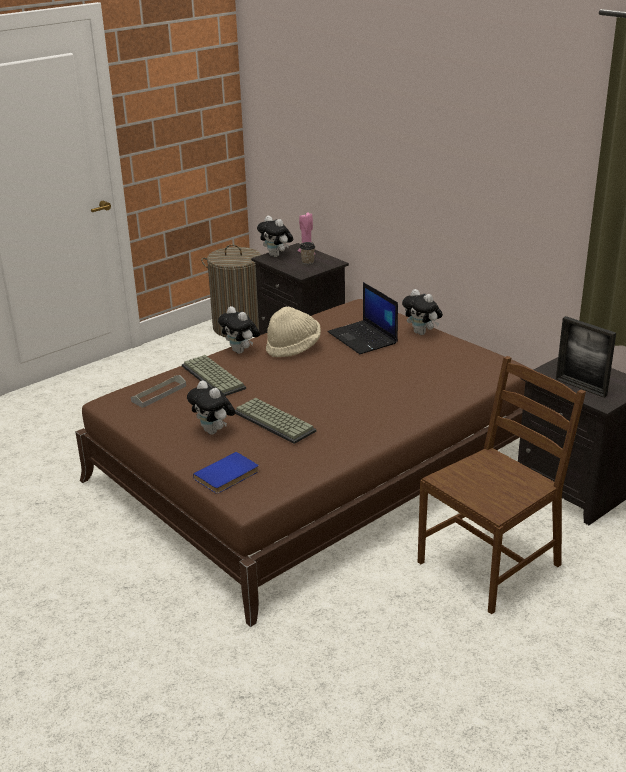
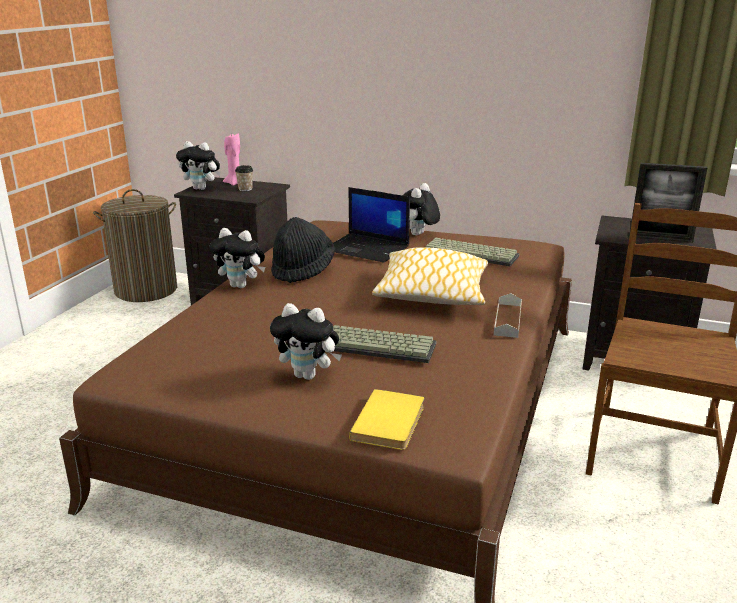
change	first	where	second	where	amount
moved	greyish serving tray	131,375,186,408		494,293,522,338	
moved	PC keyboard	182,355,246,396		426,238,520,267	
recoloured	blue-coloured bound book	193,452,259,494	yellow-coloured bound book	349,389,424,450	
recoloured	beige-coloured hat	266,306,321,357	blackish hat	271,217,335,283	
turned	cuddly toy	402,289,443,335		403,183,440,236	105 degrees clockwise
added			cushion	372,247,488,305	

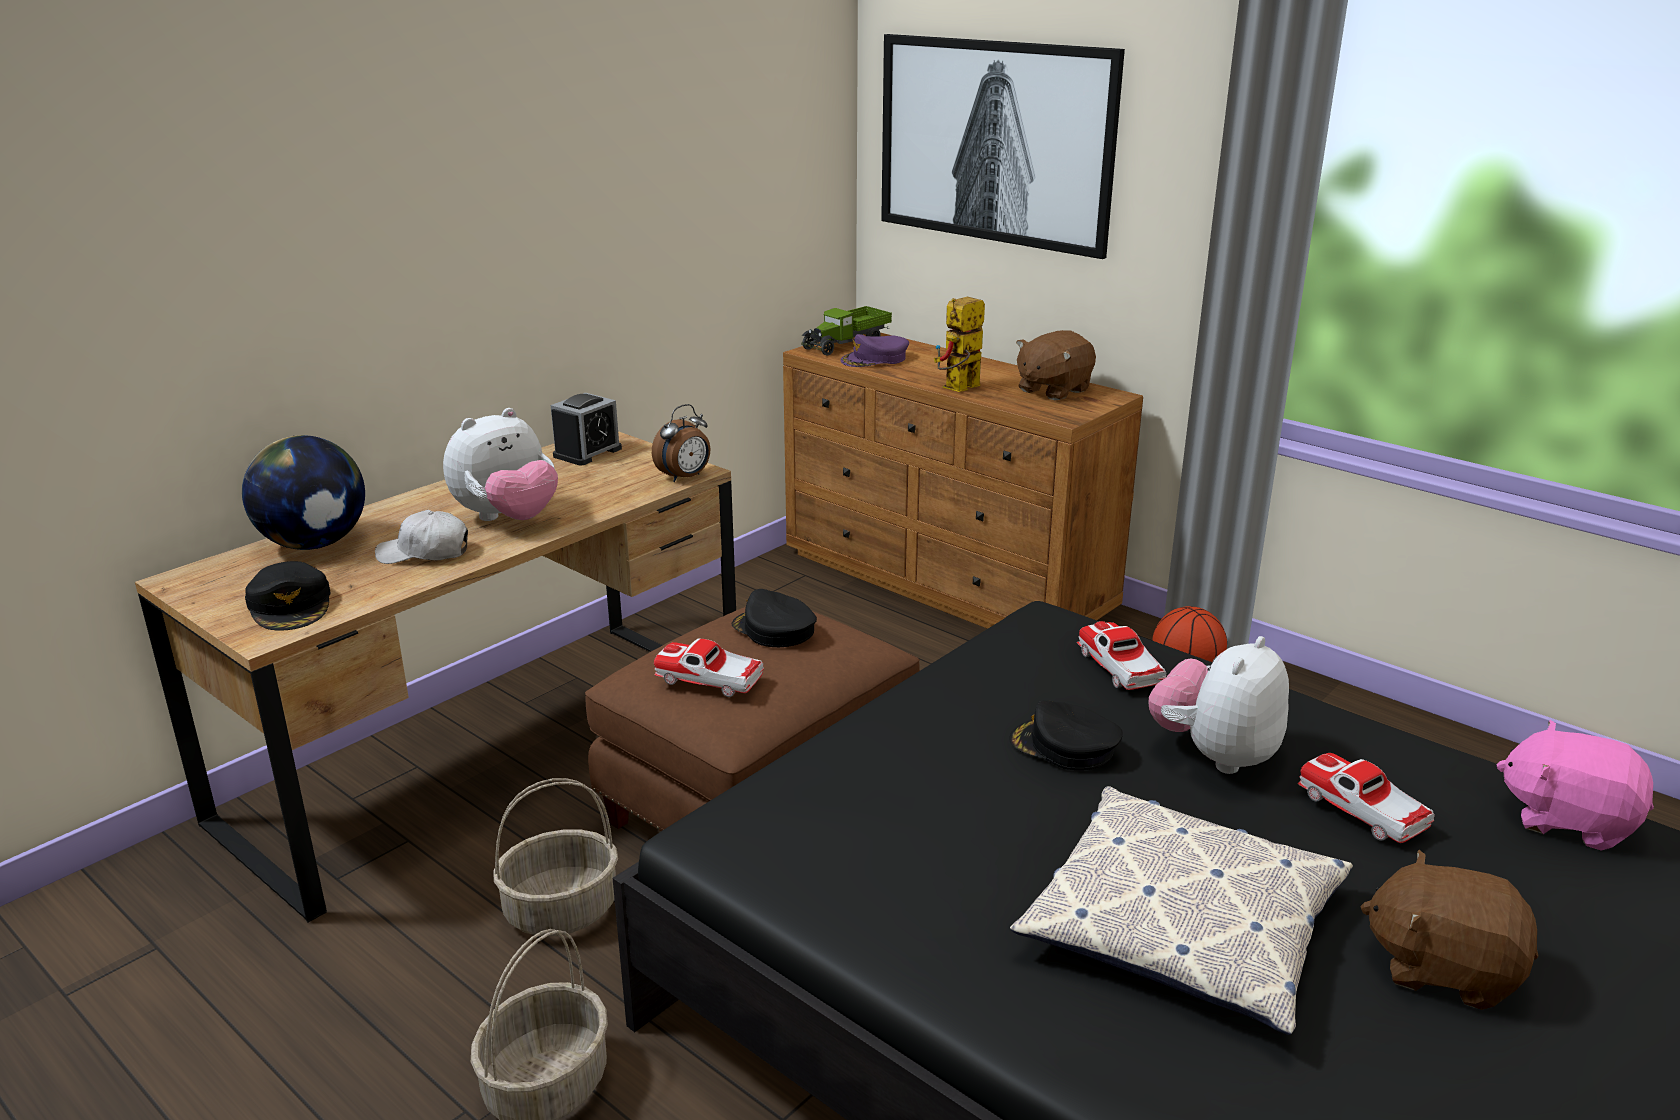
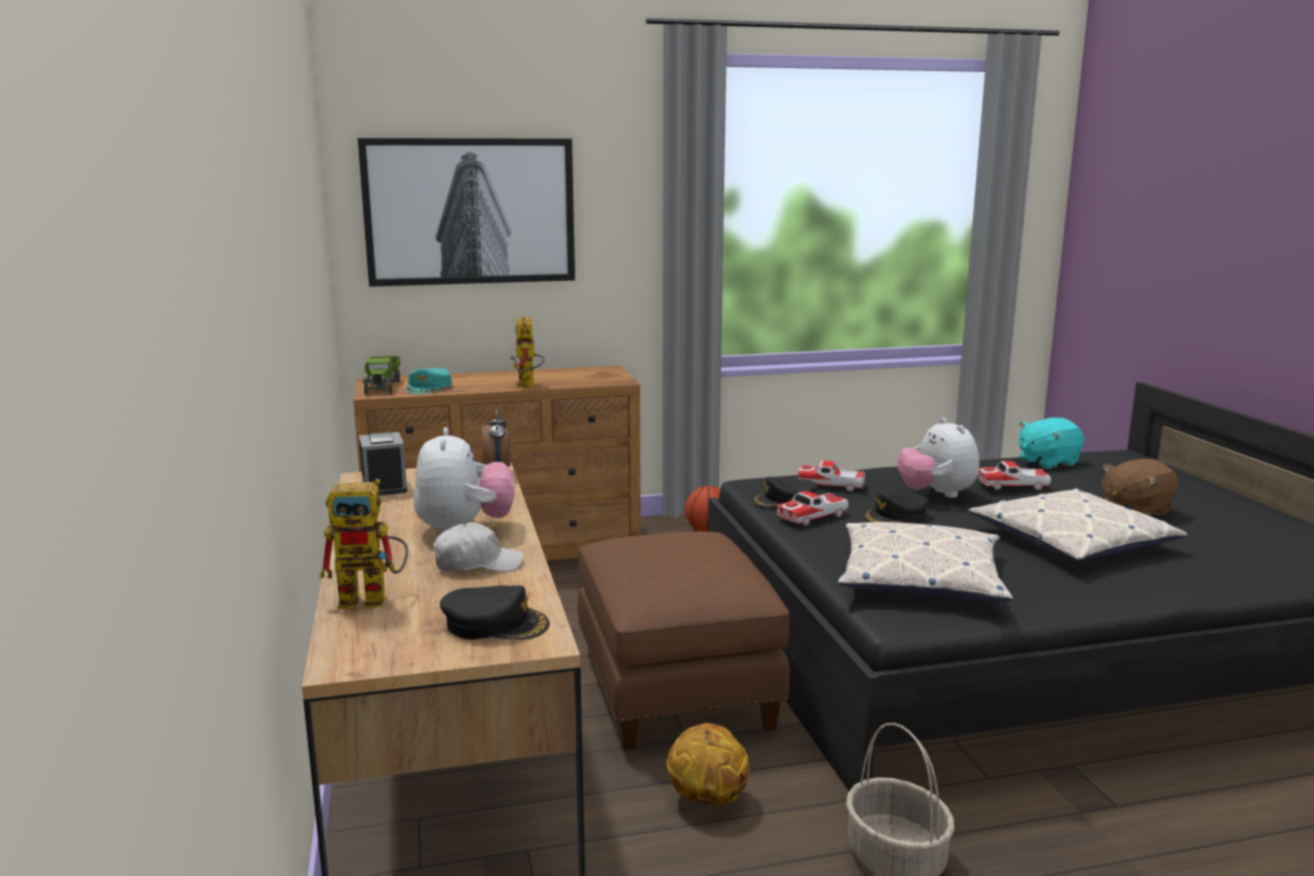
change	first	where	second	where	amount
replaced	world globe	242,435,365,550	toy robot	320,479,409,609	
turned	white baseball cap	375,510,468,564		433,522,524,572	135 degrees counterclockwise
replaced	basket	493,778,618,936	basketball ball	667,723,750,805	
moved	toy car	654,639,764,697		777,491,849,526	
moved	blackish baseball cap	732,589,817,647		752,477,818,507	
recoloured	purple baseball cap	840,334,909,367	blue-green baseball cap	406,368,452,394	
removed	brownish cuddly toy	1016,330,1096,400			
recoloured	pink cuddly toy	1496,720,1654,851	blue-green cuddly toy	1018,418,1084,469	
added			cushion	838,522,1013,601	

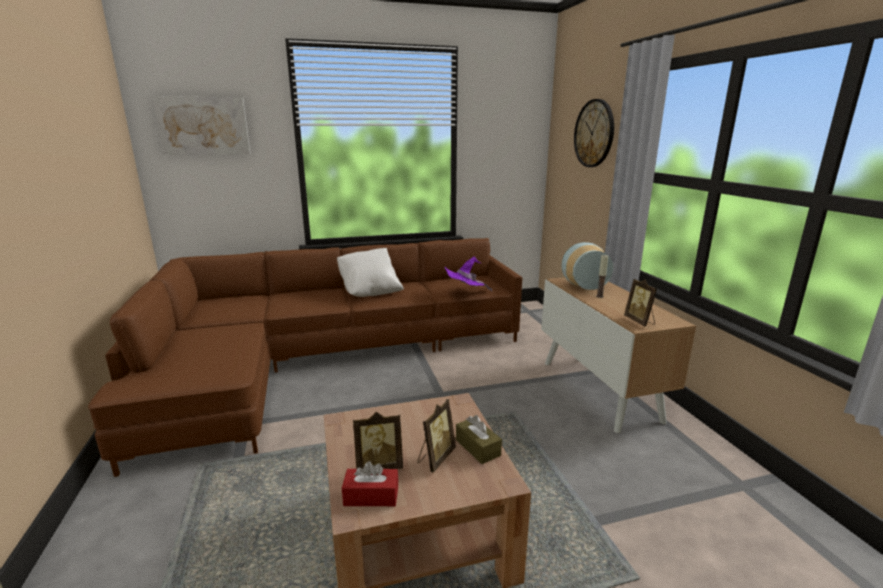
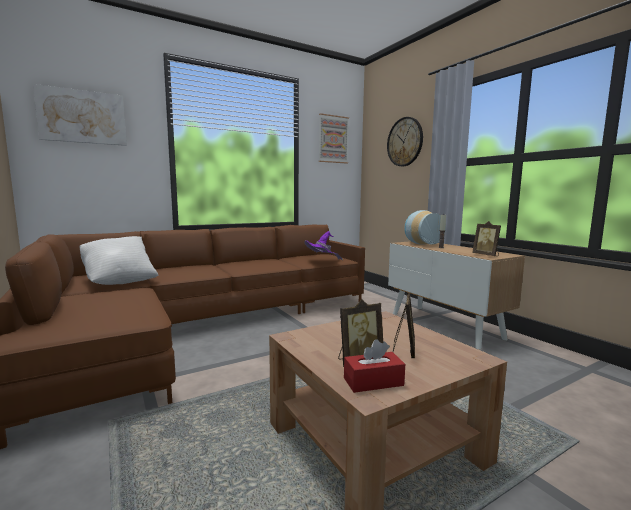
change	first	where	second	where	amount
moved	white cushion	337,248,404,297		79,236,158,285	
removed	brownish box of tissues	456,415,502,464			
added			wall picture	319,113,349,164	

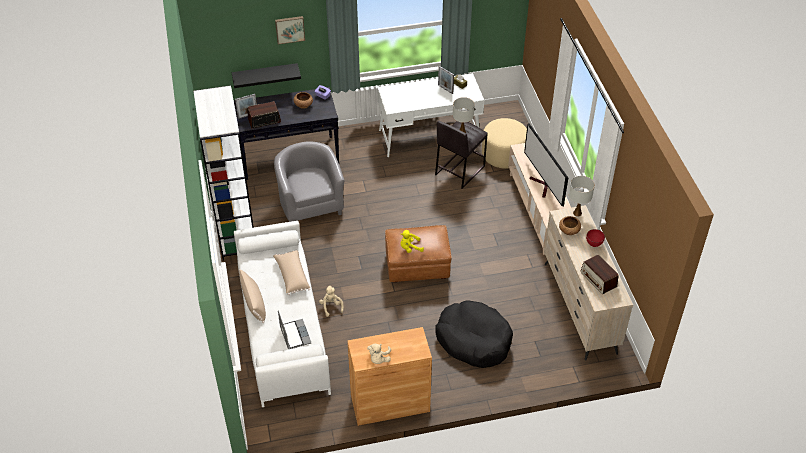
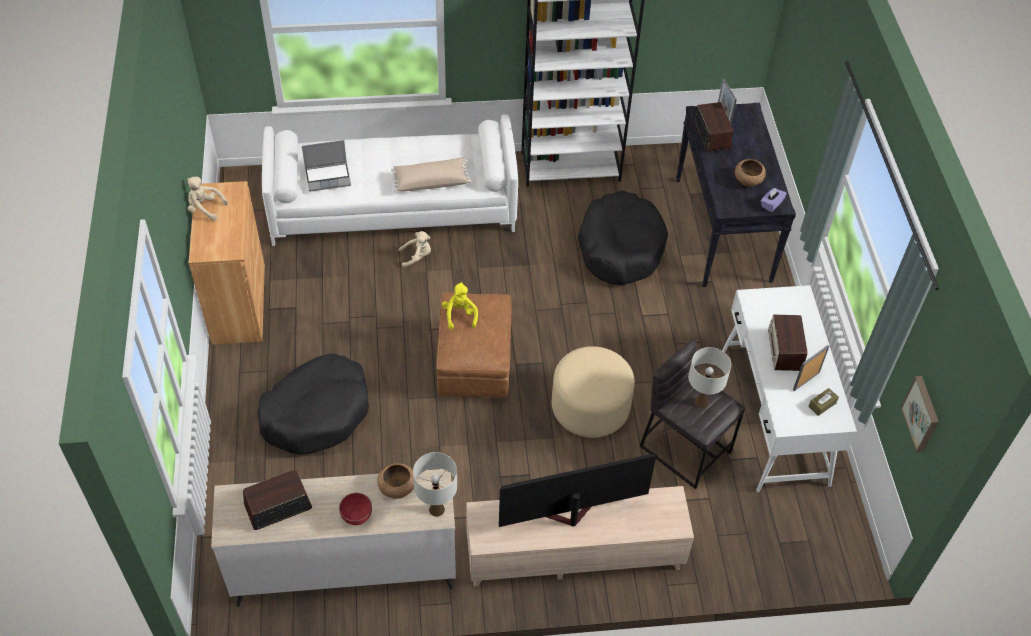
change	first	where	second	where	amount
removed	blackish wall shelf	232,63,301,88			
removed	beige-coloured cushion	239,269,266,323			
replaced	greyish easy chair	274,141,344,222	blackish dog bed	578,191,668,285	
moved	wall picture	275,16,305,44		901,376,939,452	
moved	beige-coloured footrest	482,118,527,168		552,346,635,438	
added			radio set	768,315,807,371	

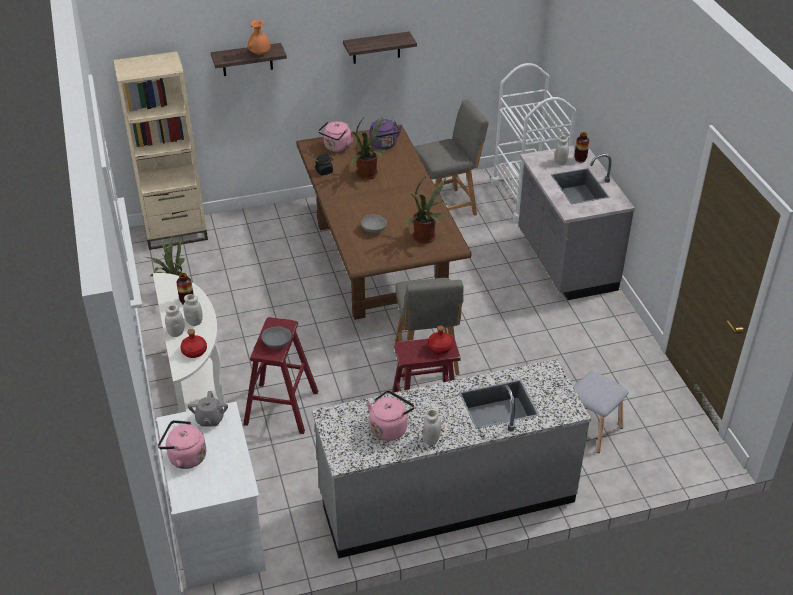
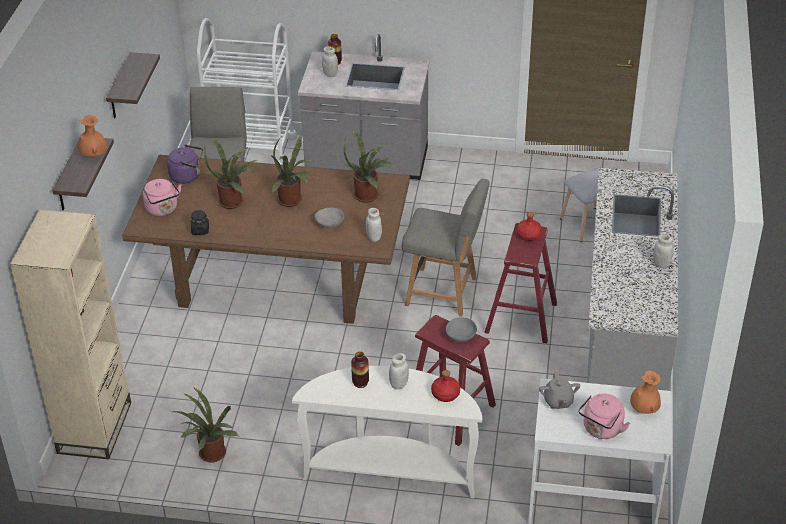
change	first	where	second	where	amount
moved	white preserve jar	165,304,185,337		366,208,382,242	
turned	greyish pot for tea	188,391,228,427		539,372,580,409	60 degrees clockwise
removed	pink water kettle	367,390,415,441			
added			plant in a pot	270,134,313,207	
added			orangey vase	630,371,661,414	

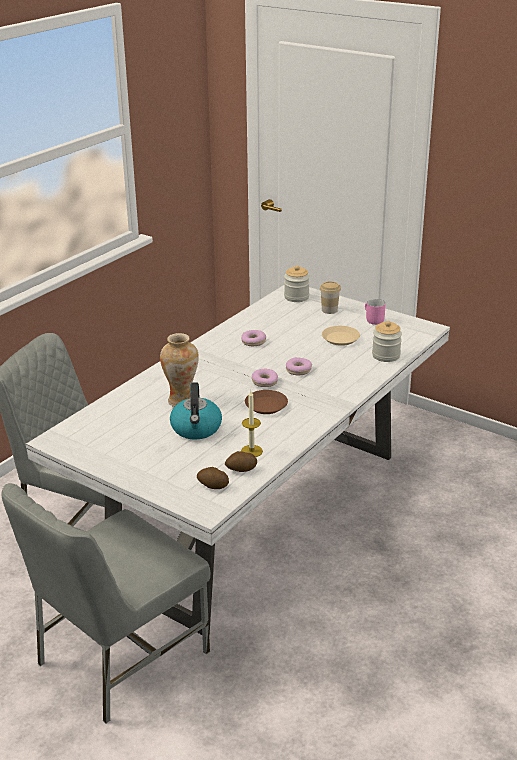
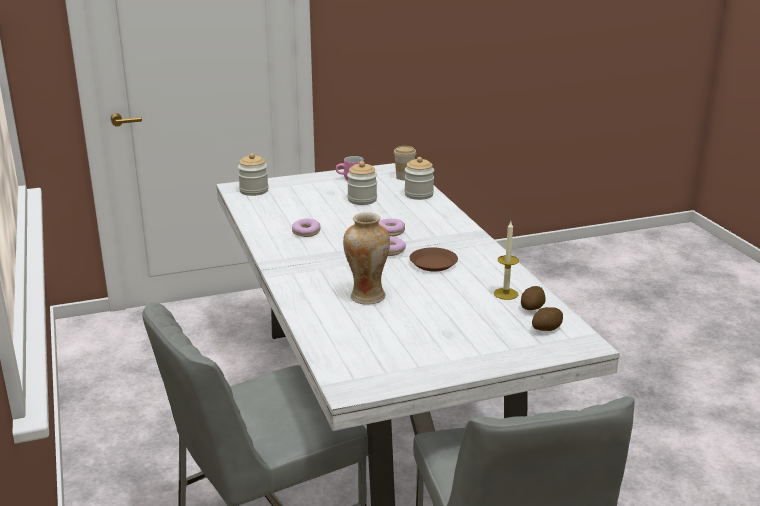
change	first	where	second	where	amount
removed	water kettle	170,382,222,440			
moved	small cup	320,281,341,314		394,146,416,180	
replaced	beige-coloured flat dish	322,326,360,346	preserve jar	347,161,377,205	

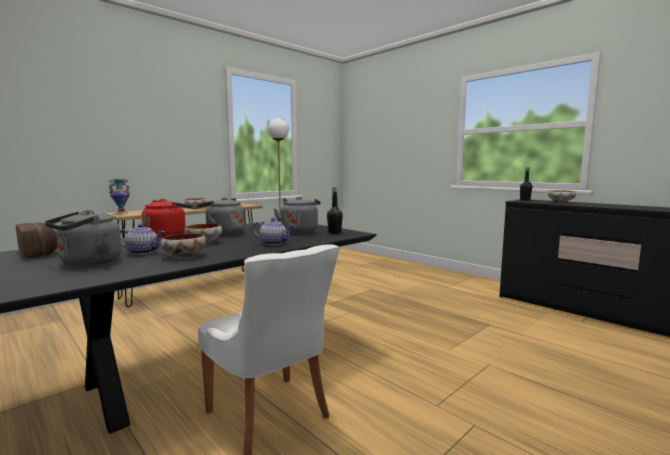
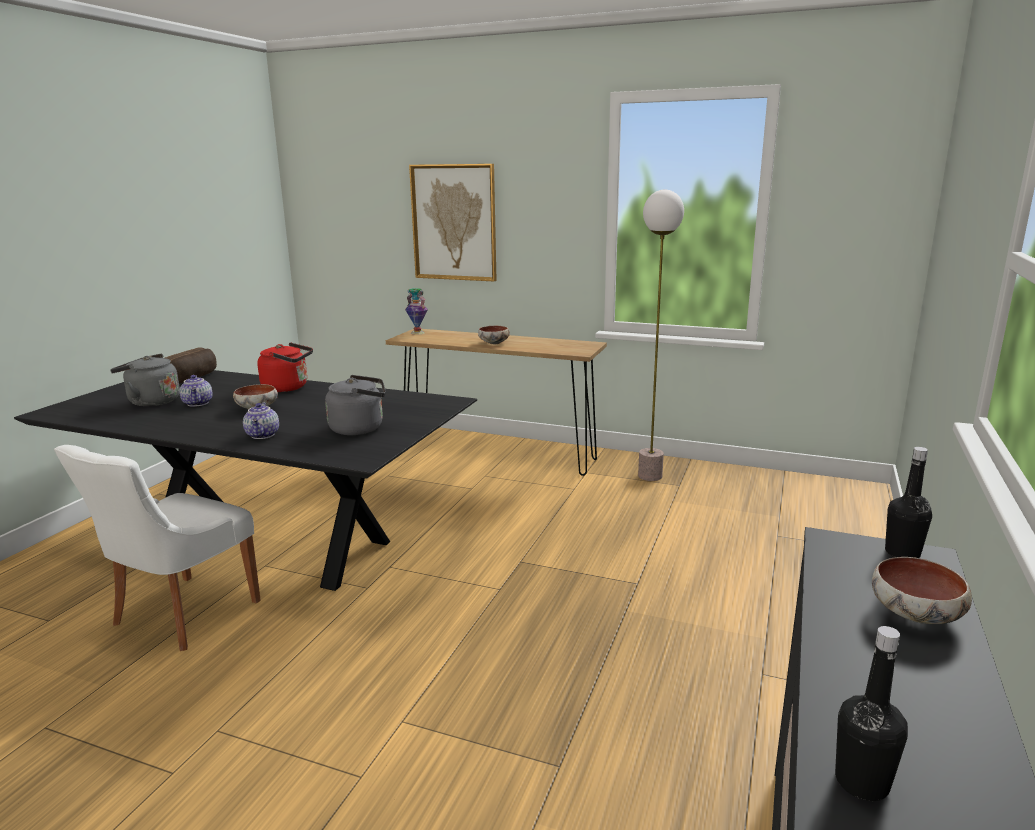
change	first	where	second	where	amount
removed	bowl	160,233,206,257			
removed	greyish water kettle	197,197,245,236			
moved	blackish bottle	327,188,343,234		835,626,908,801	
added			wall picture	409,164,497,281	

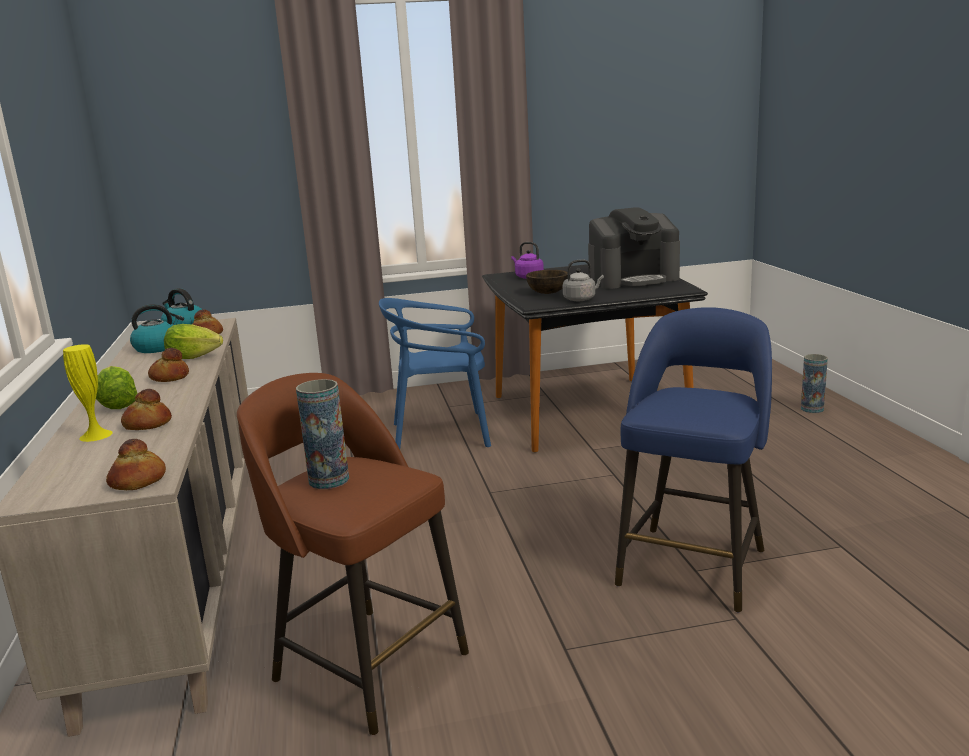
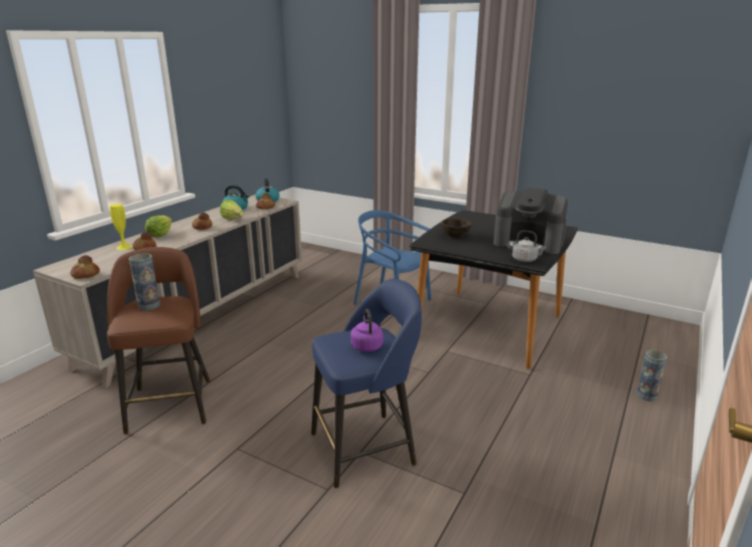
change	first	where	second	where	amount
moved	purple water kettle	511,242,544,279		351,309,383,352	
moved	greyish water kettle	563,260,604,301		512,230,546,262	

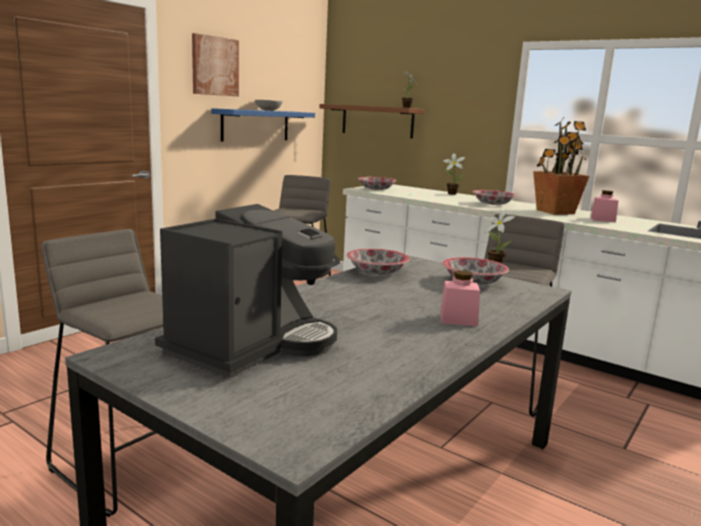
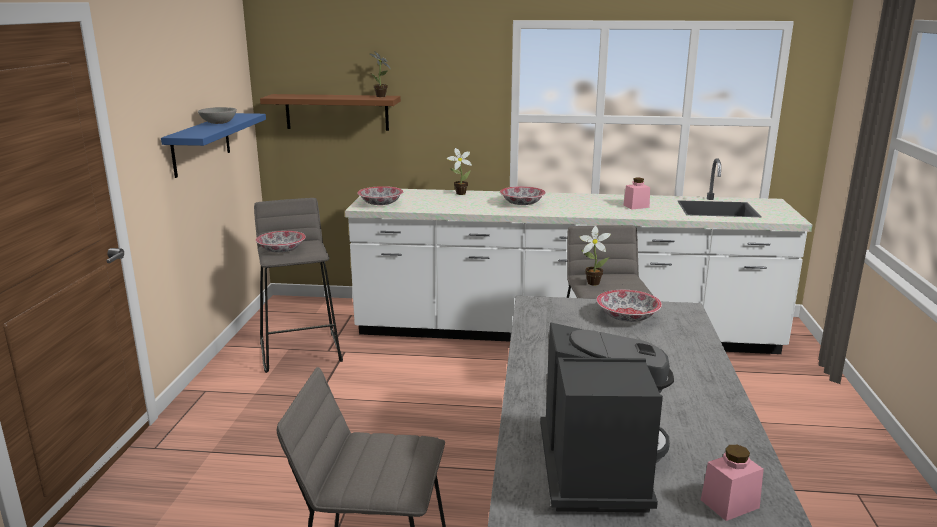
change	first	where	second	where	amount
removed	wall picture	192,33,239,96			
moved	bowl	346,249,410,275		256,231,306,253	
moved	pink preserve jar	440,270,480,326		701,445,764,521	
removed	plant in a pot	533,118,589,215			

